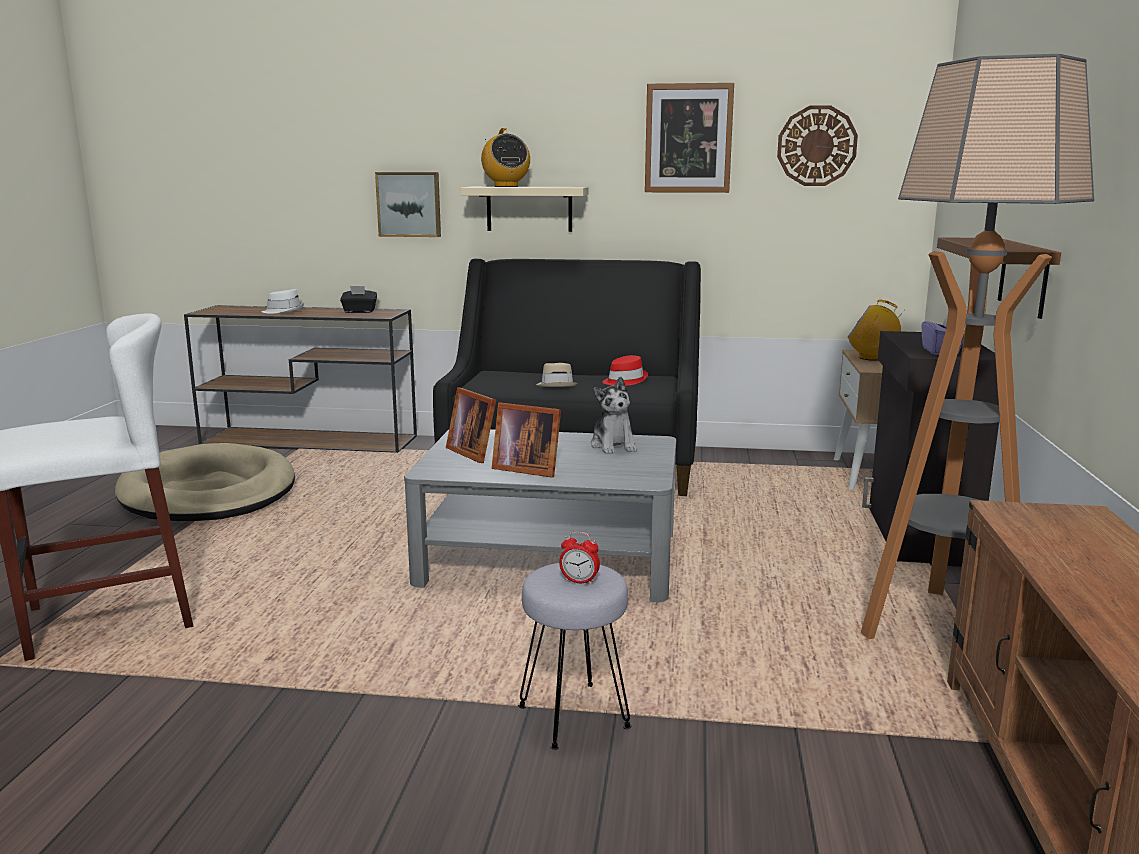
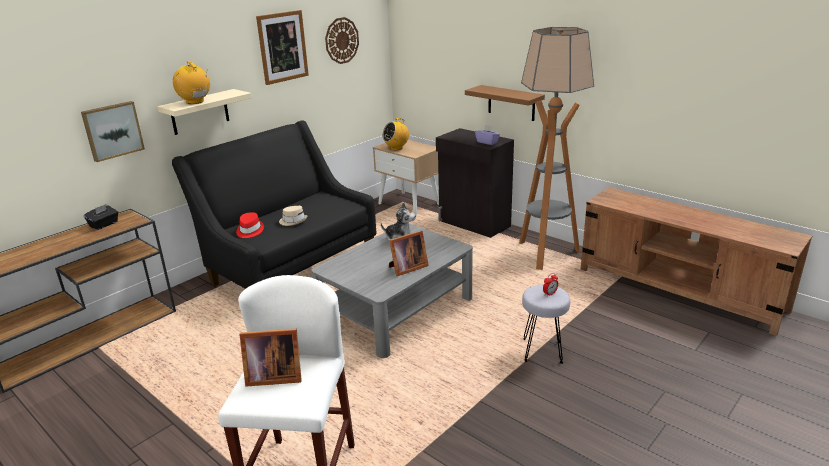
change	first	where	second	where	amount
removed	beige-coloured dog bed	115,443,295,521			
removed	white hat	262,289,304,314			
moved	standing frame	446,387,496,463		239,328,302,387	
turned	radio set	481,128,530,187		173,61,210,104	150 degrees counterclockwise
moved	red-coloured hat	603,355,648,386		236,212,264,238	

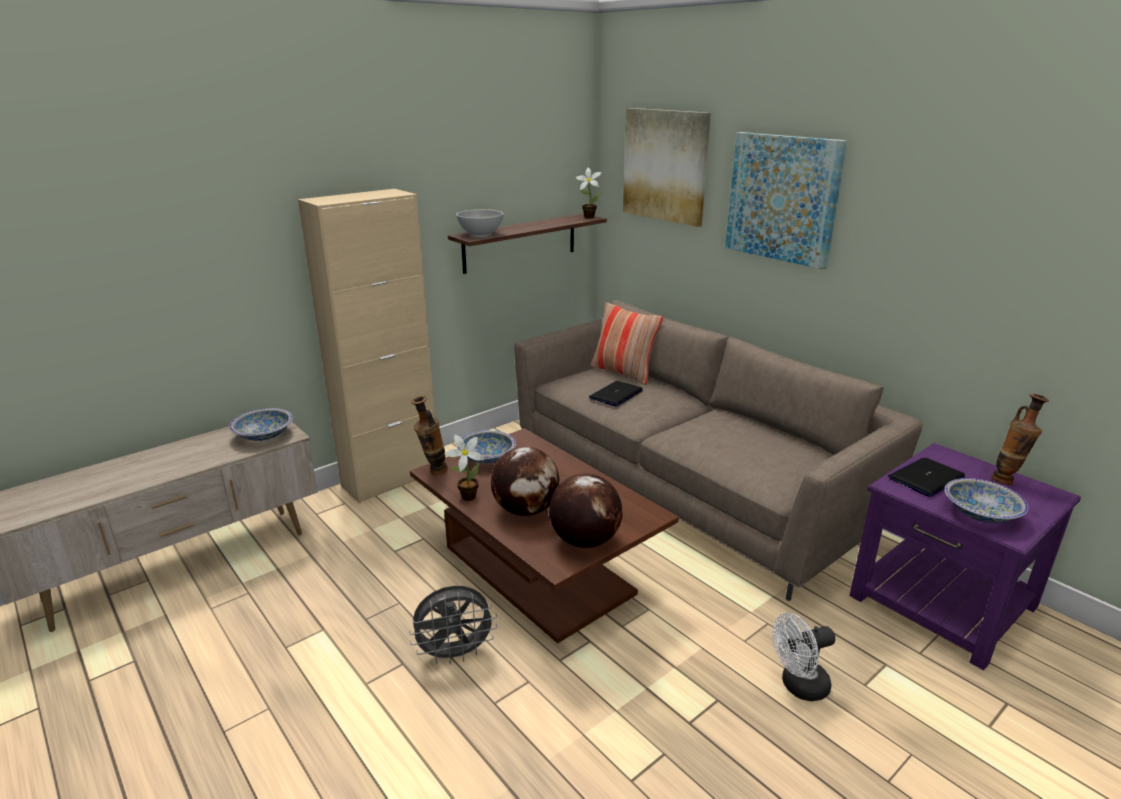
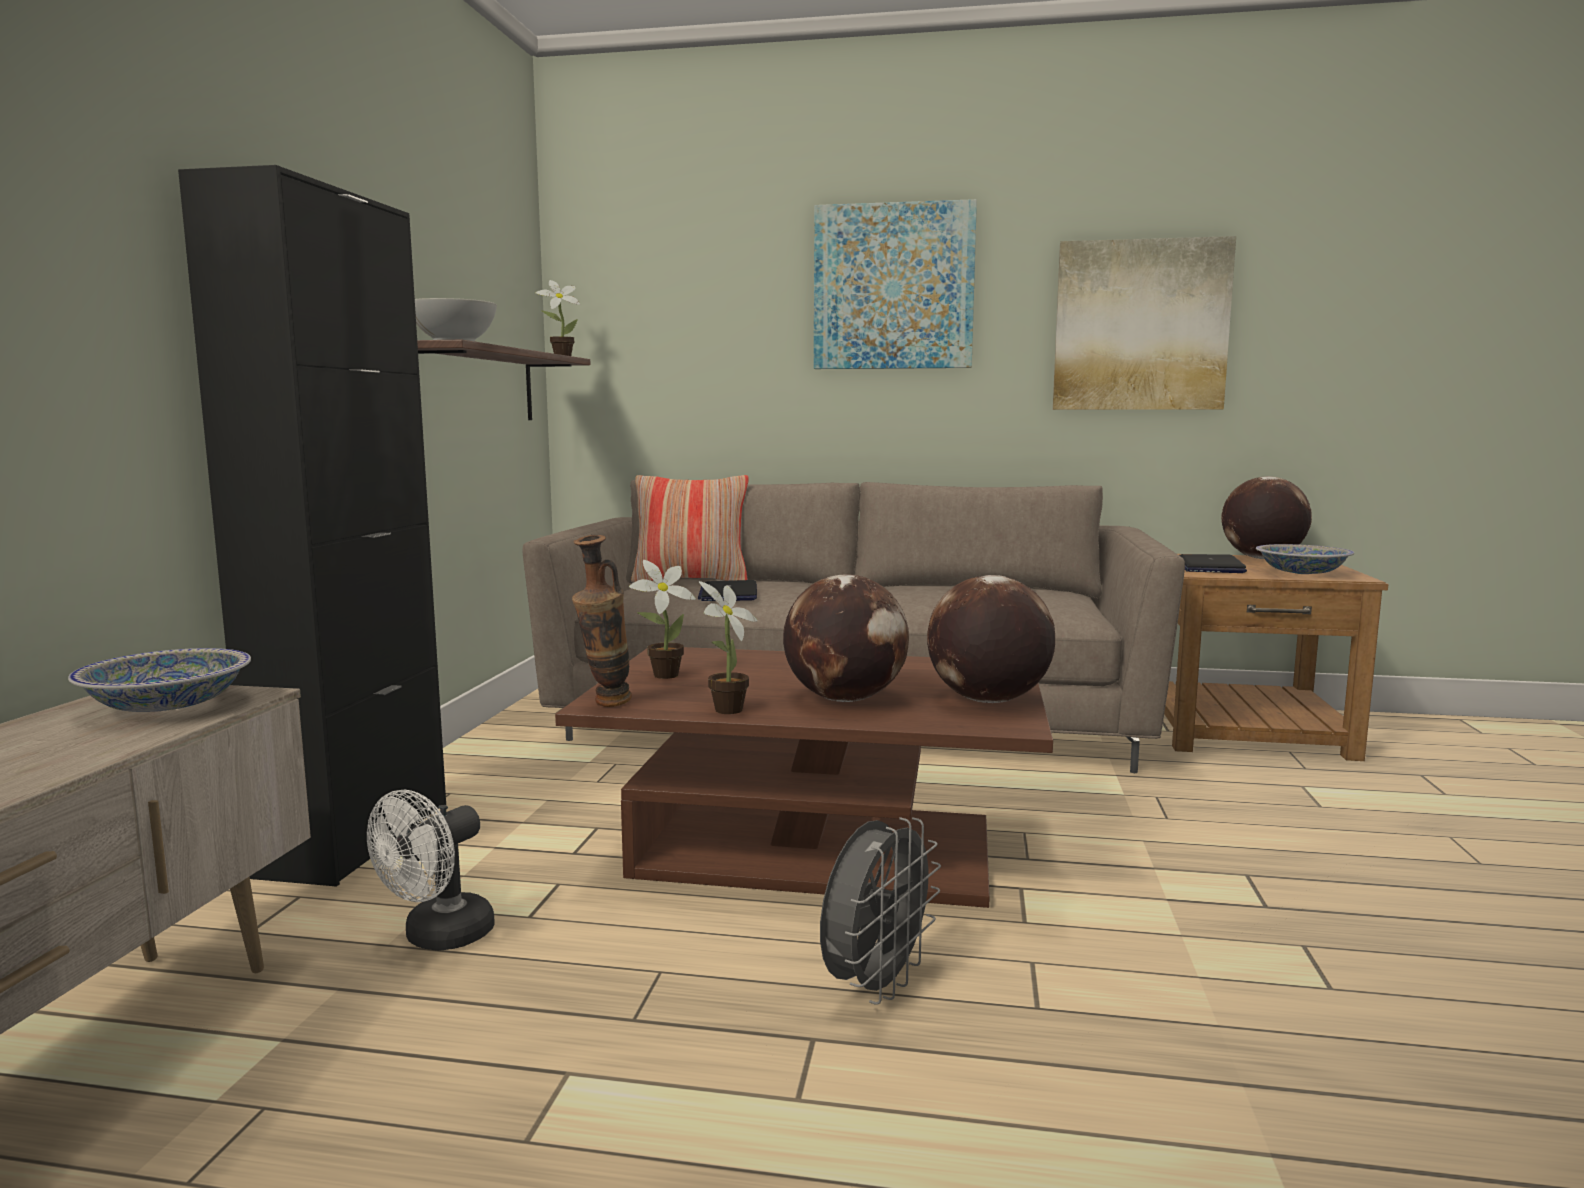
change	first	where	second	where	amount
recoloured	beige-coloured cupboard	298,189,435,504	blackish cupboard	178,165,446,886	
replaced	bowl	457,430,516,464	plant in a pot	629,560,696,679	
moved	wall picture	623,108,711,227		1053,236,1236,410	
moved	white cooling fan	773,613,835,701		367,789,495,951	
recoloured	purple end table	850,443,1081,670	brownish end table	1164,554,1389,761	
replaced	vase	991,394,1049,485	world globe	1221,476,1312,559	

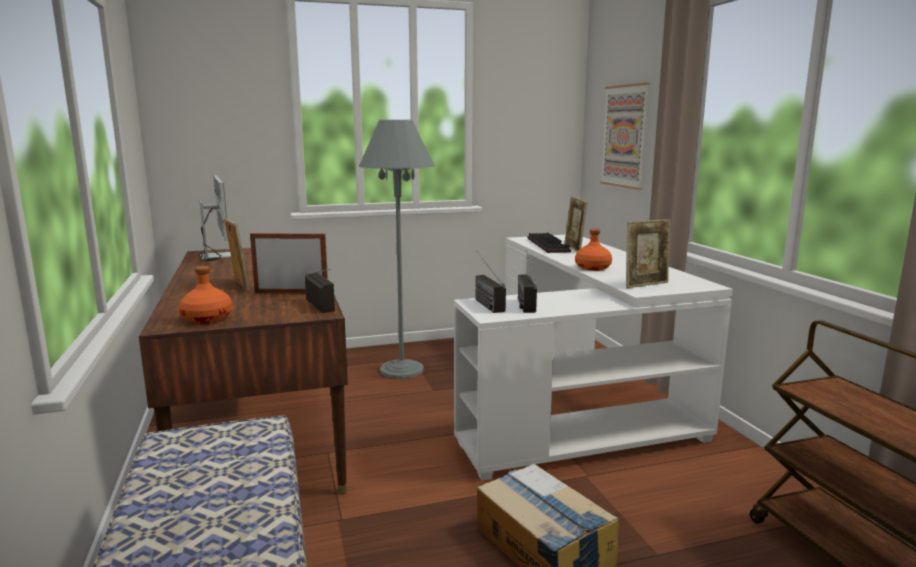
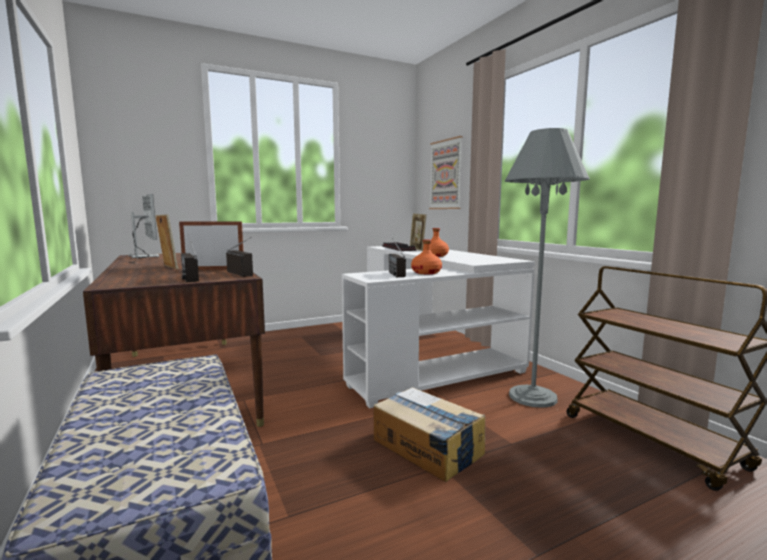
change	first	where	second	where	amount
moved	orangey bottle	179,266,232,324		411,239,442,274	
moved	greyish floor lamp	359,120,435,379		505,128,590,408	
moved	radio set	475,251,506,313		181,234,199,282	
removed	standing frame	626,219,670,288			

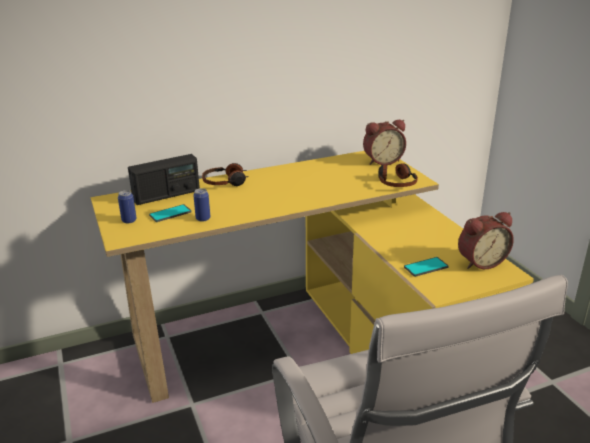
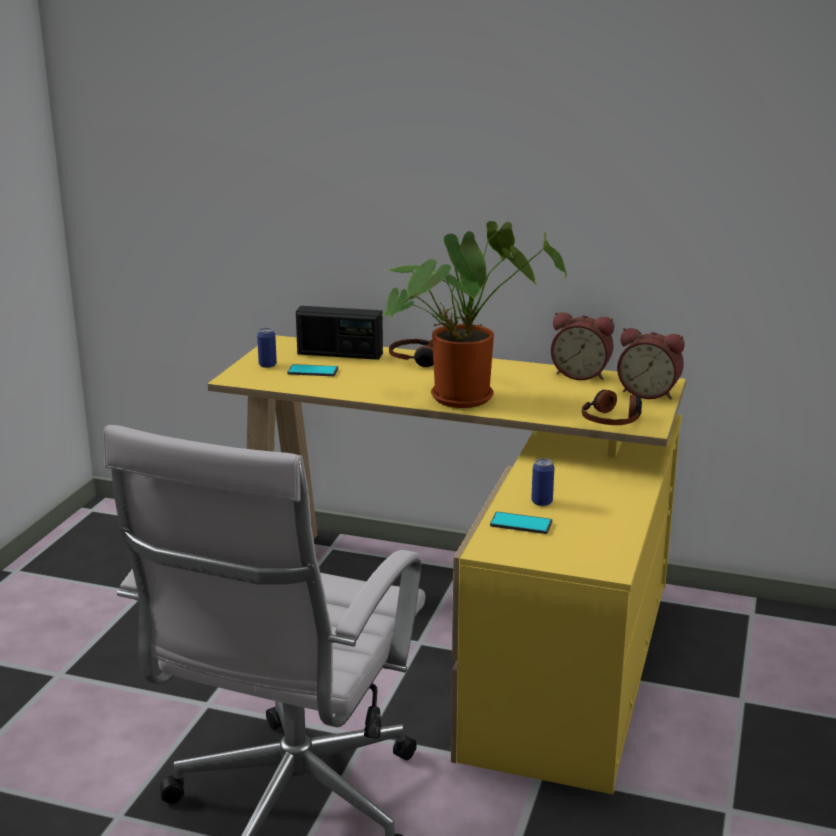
change	first	where	second	where	amount
moved	can	193,188,210,222		531,458,554,506	
moved	alarm clock	458,212,514,269		551,312,614,380	
added			plant in a pot	381,221,567,408	

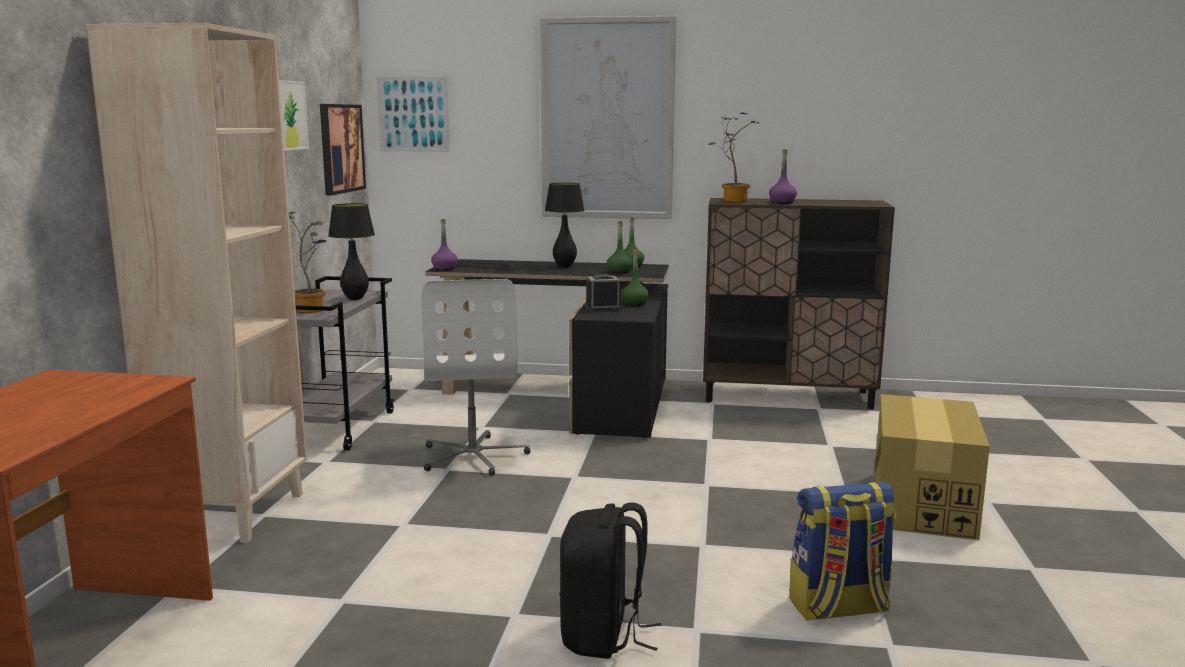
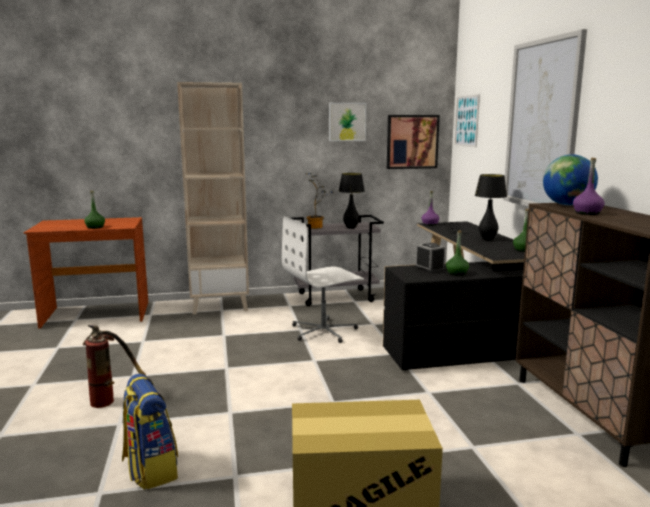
change	first	where	second	where	amount
replaced	blackish backpack	560,502,662,659	extinguisher	83,325,146,408	
moved	green-coloured bottle	606,221,633,274		84,191,105,229	
replaced	plant in a pot	708,112,759,203	world globe	543,154,598,206	

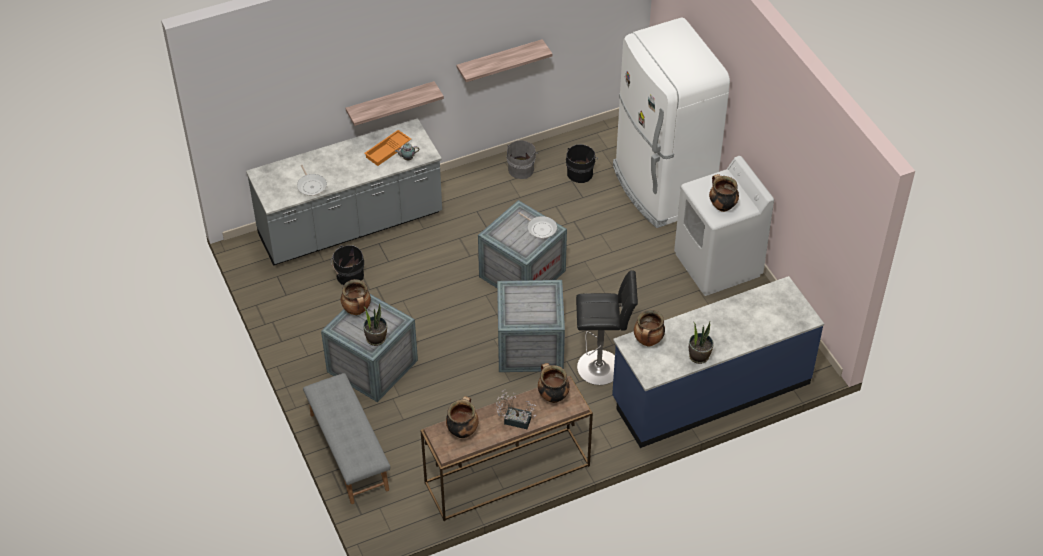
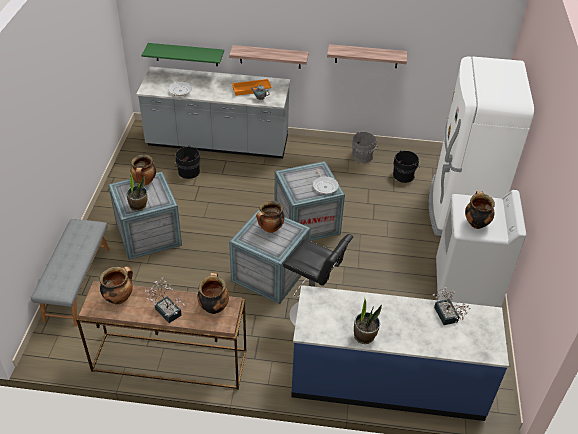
change	first	where	second	where	amount
moved	stockpot	634,310,665,346		256,201,284,233	
added			green-coloured wall shelf	141,43,224,66	
added			plant in a pot	433,287,470,325	

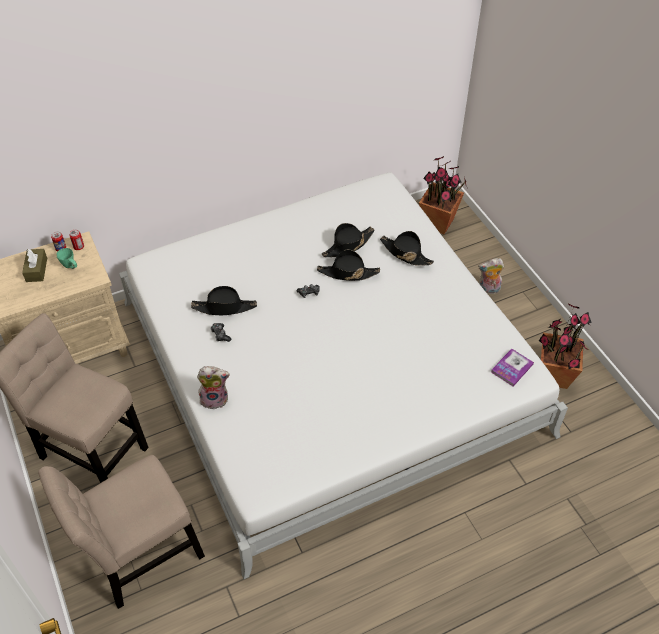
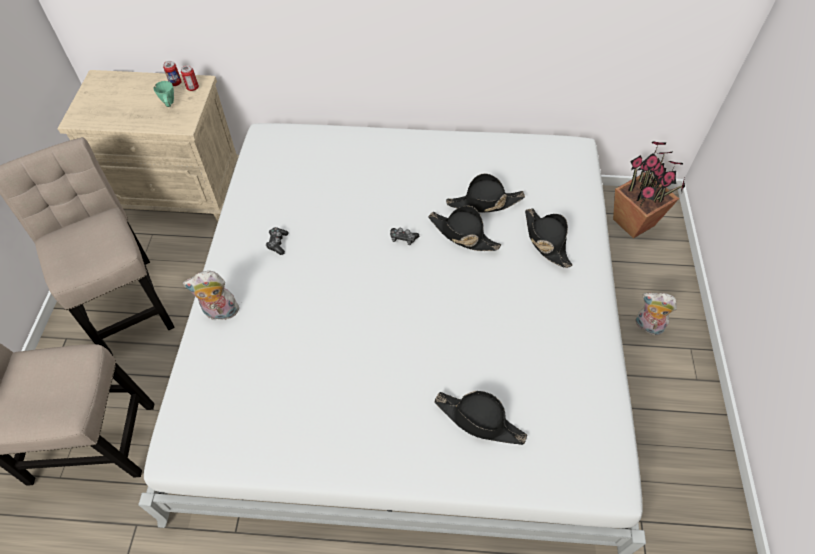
change	first	where	second	where	amount
removed	brownish box of tissues	22,249,47,282			
moved	blackish hat	191,286,257,315		435,391,527,445	
turned	cuddly toy	197,366,230,410		183,271,239,320	150 degrees clockwise
removed	bound book	491,348,534,387			
removed	plant in a pot	539,304,592,389			

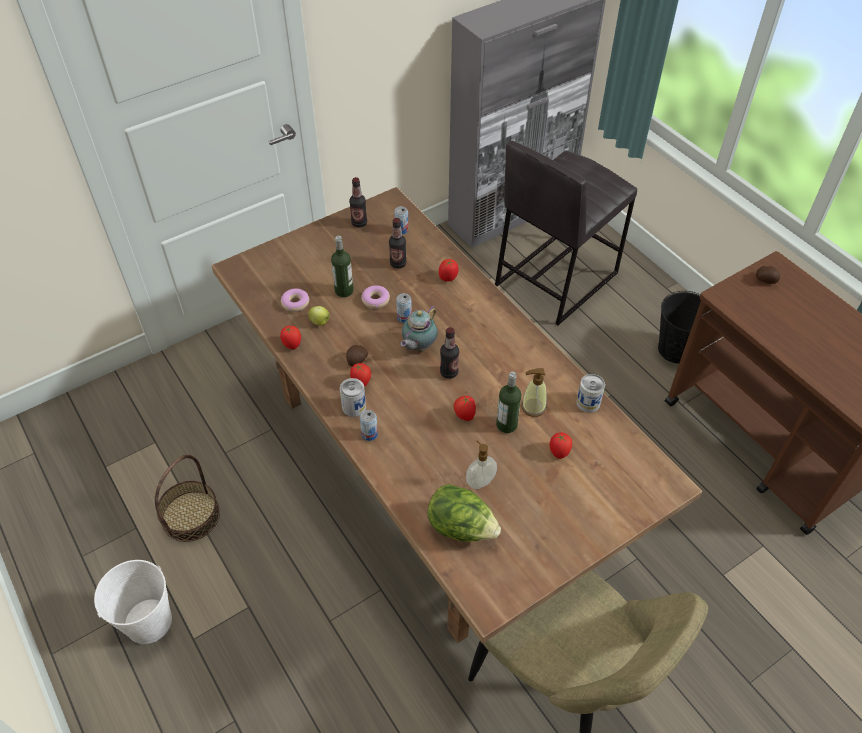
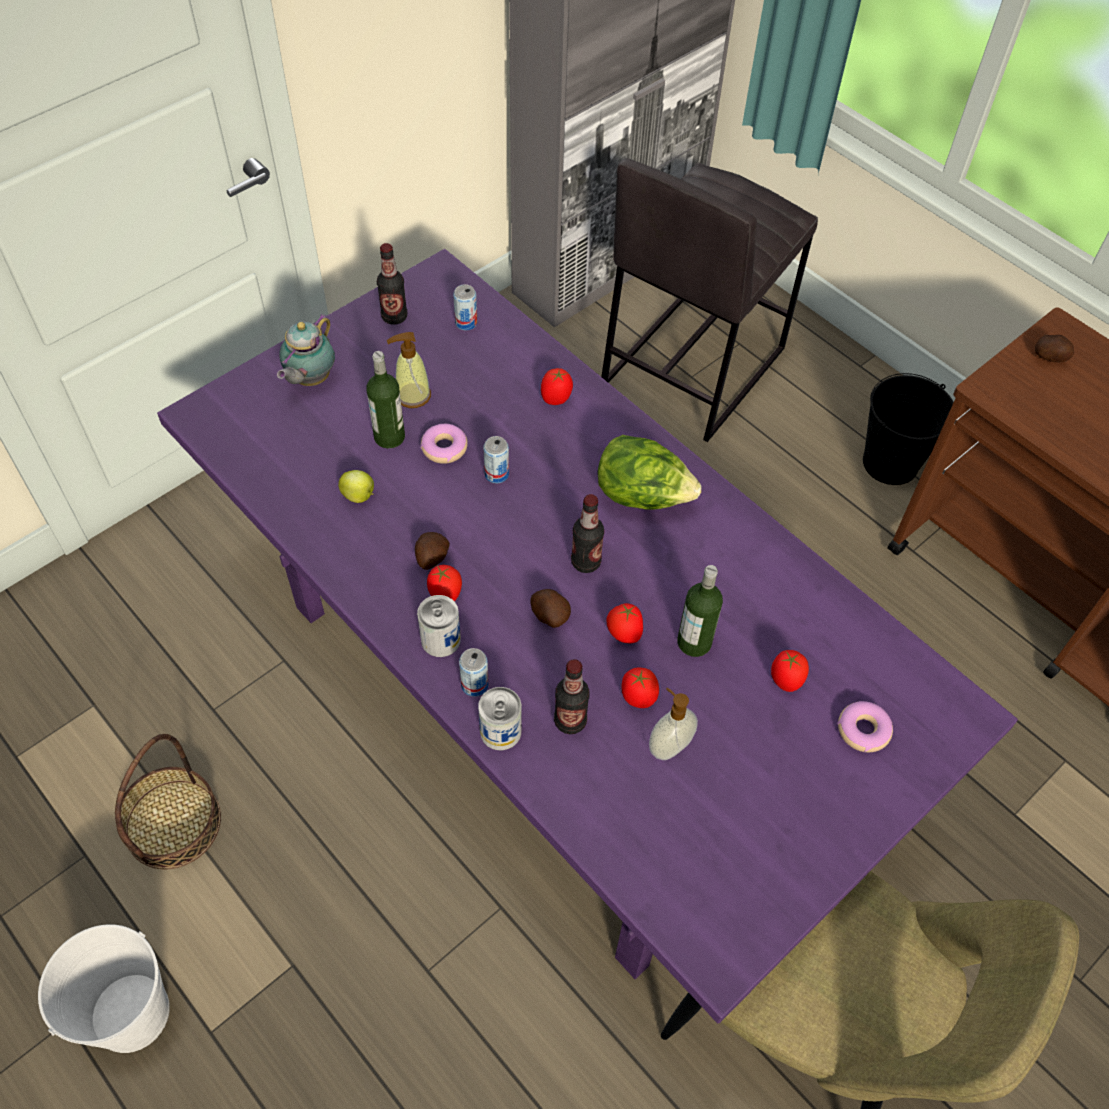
change	first	where	second	where	amount
recoloured	brownish dinner table	211,187,702,643	purple dinner table	157,249,1018,1023	
moved	whole tomato	280,326,301,349		621,668,659,708	
moved	ring doughnut	281,289,310,312		837,701,893,752	
moved	bottle	389,218,407,268		554,659,590,734	
moved	pot for tea	400,306,438,352		277,314,335,386	
moved	head of lettuce	427,484,501,542		598,435,701,510	
moved	soap bottle	522,368,547,417		387,332,431,408	
moved	can	576,374,605,413		478,687,521,750	
added			spud	531,589,571,628	

